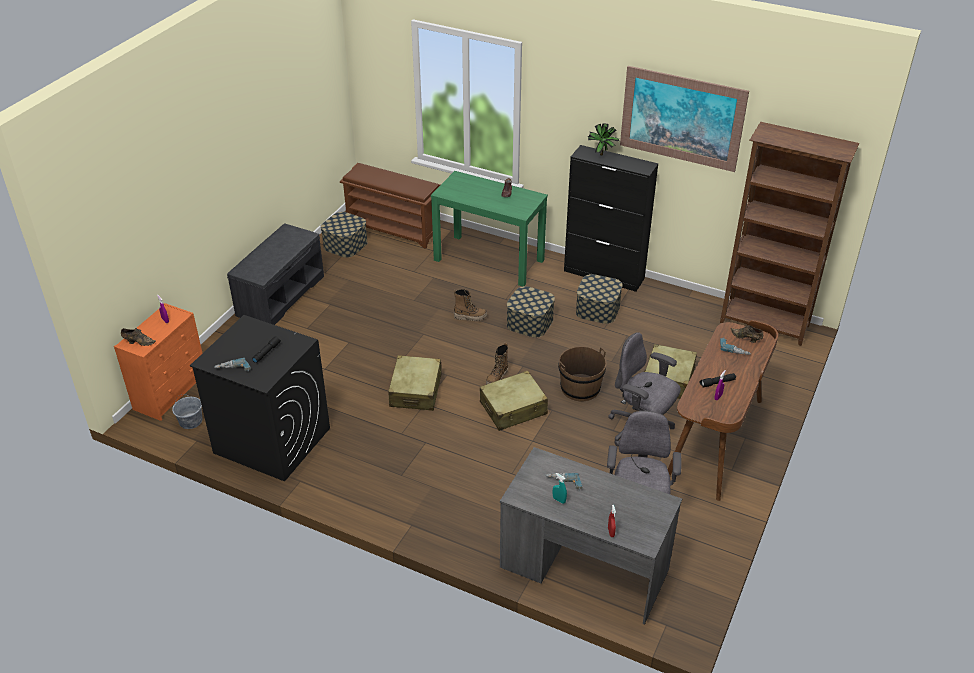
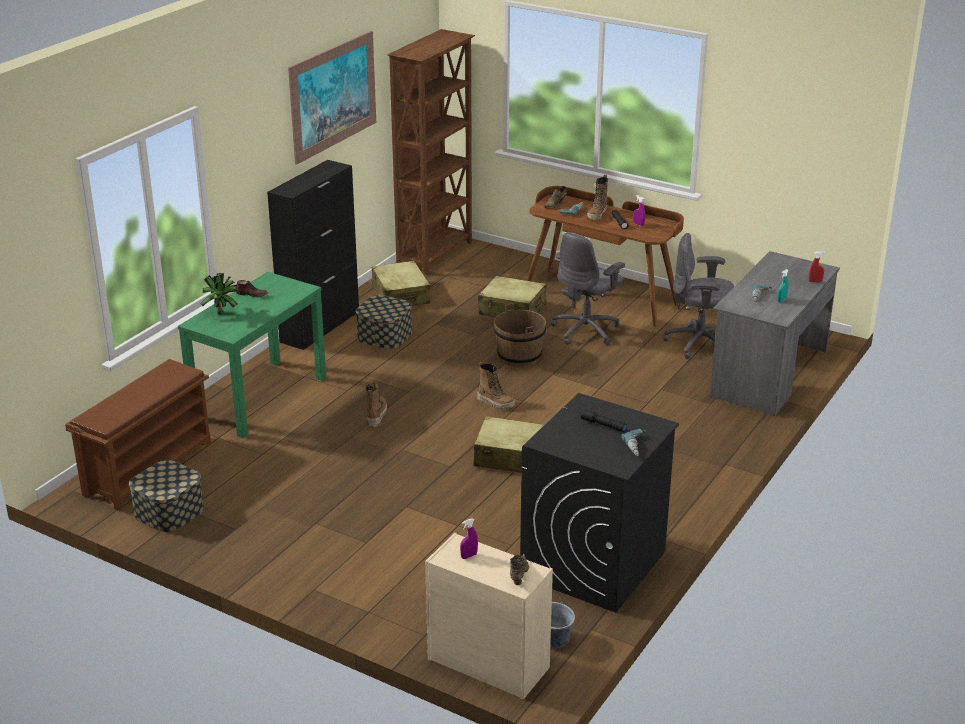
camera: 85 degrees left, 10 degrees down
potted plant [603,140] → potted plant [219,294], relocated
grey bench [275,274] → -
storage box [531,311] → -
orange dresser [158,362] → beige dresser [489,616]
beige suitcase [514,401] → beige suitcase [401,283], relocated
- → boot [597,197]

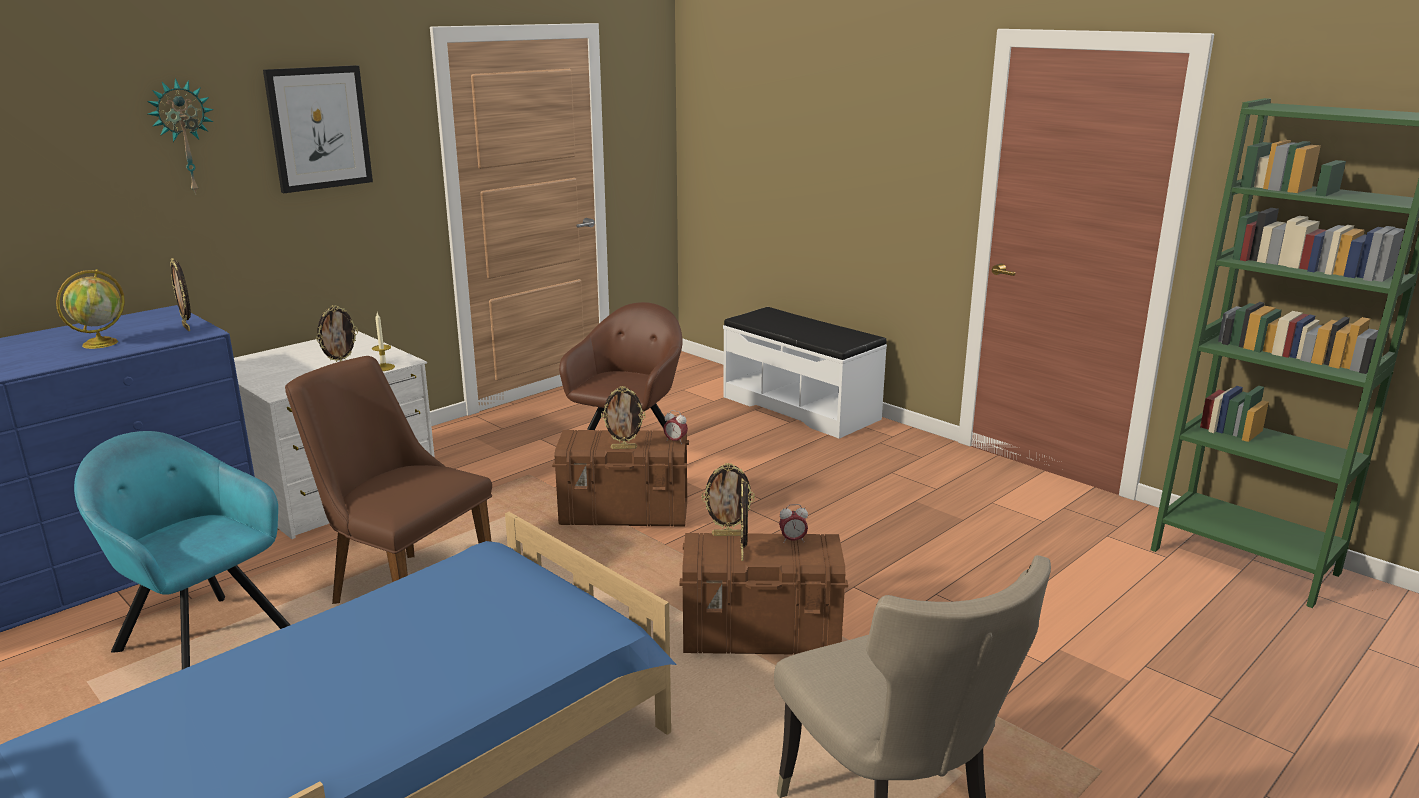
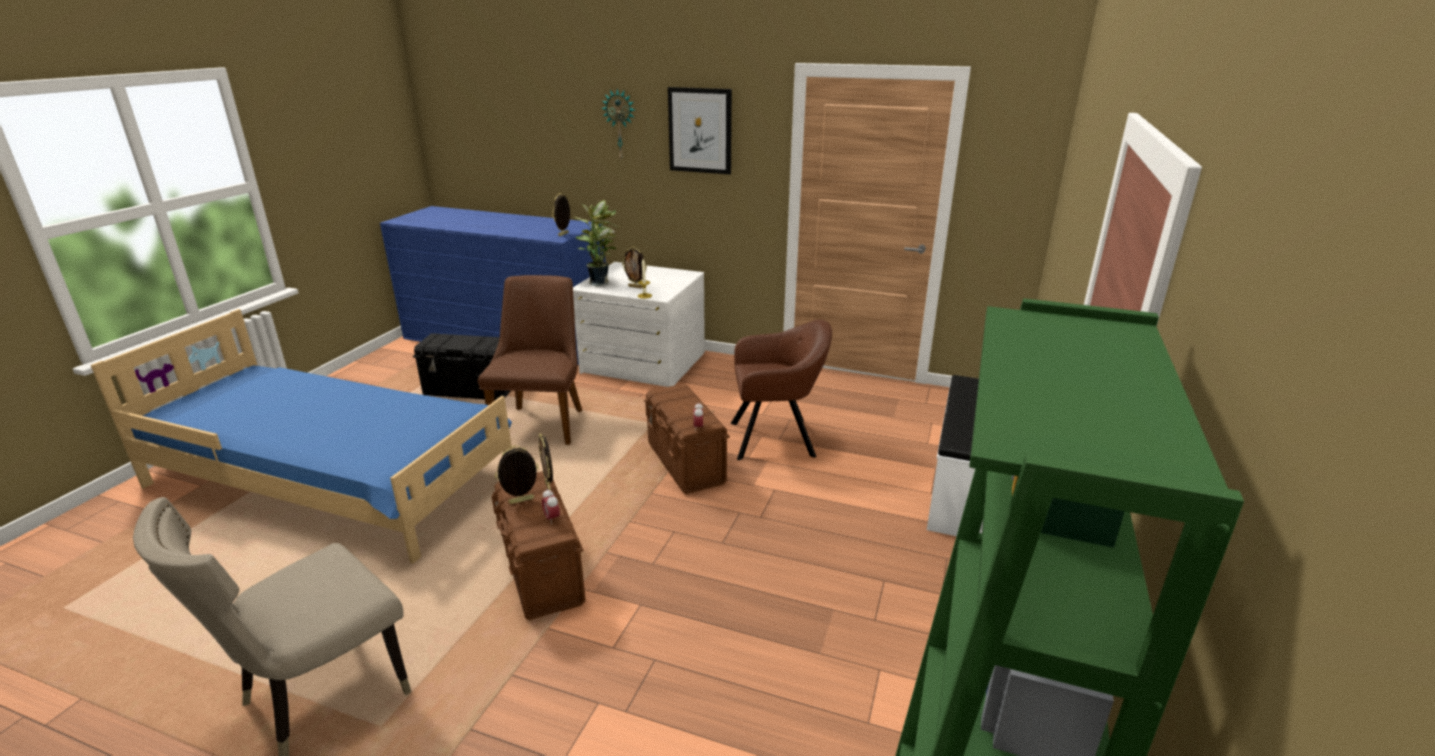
camera: 65 degrees right, 5 degrees up
globe [90,309] → -
picture frame [623,417] → -
turquoise armchair [182,550] → black storage box [462,366]
- → potted plant [597,243]

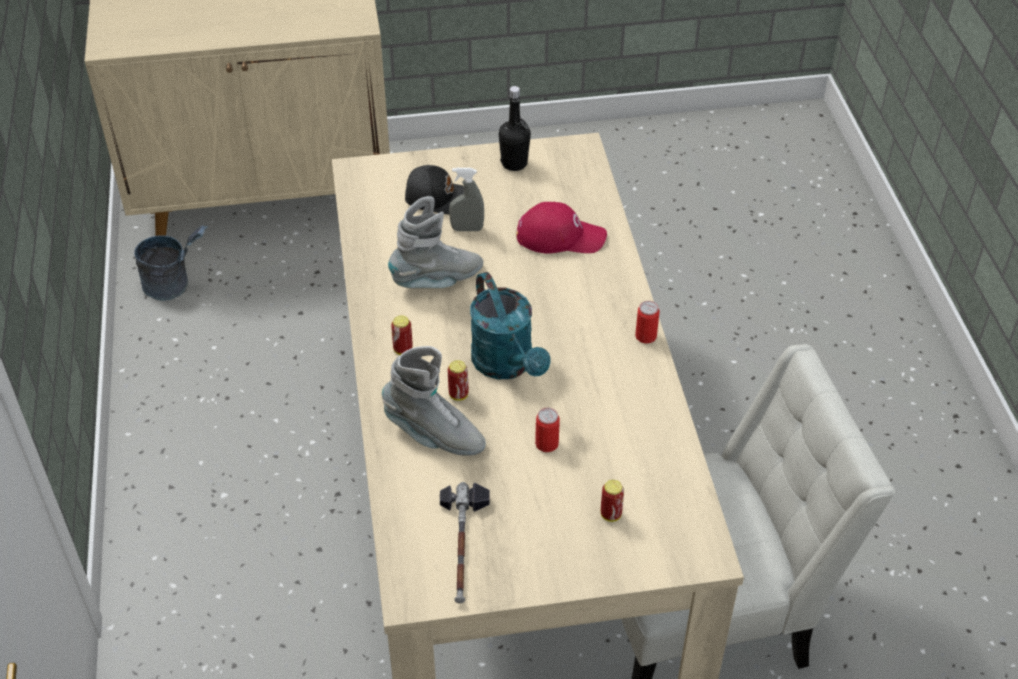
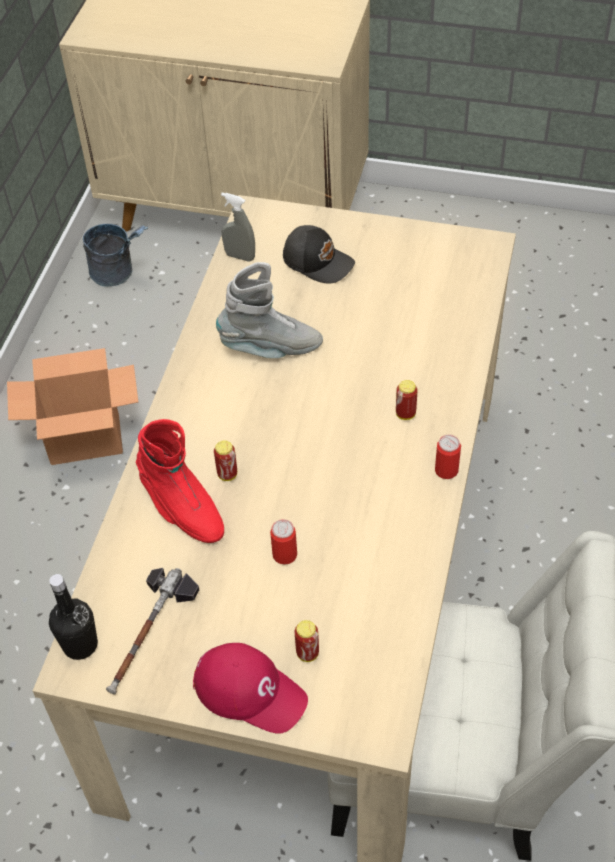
camera: 25 degrees right, 5 degrees up
black bottle [514,128] → black bottle [73,617], relocated
grey spray bottle [466,199] → grey spray bottle [238,227], relocated
red cap [561,227] → red cap [250,688], relocated
turquoise watering can [510,325] → -
can [402,335] → can [407,400], relocated
grey boot [434,401] → red boot [180,481]
- → cardboard box [72,406]

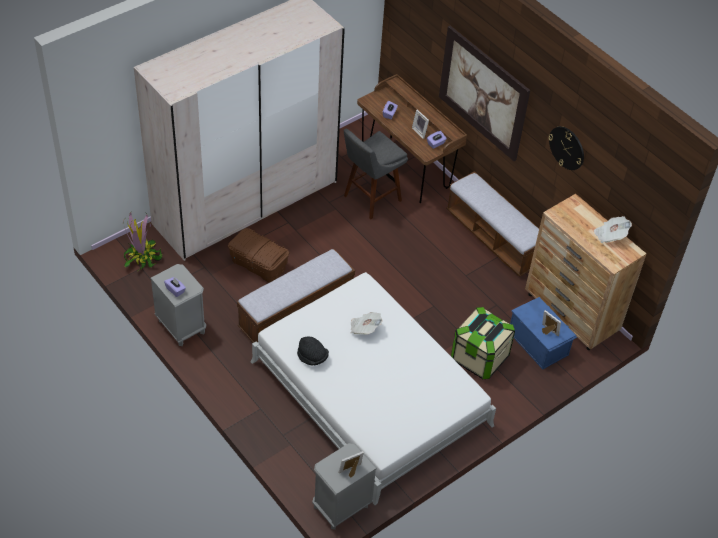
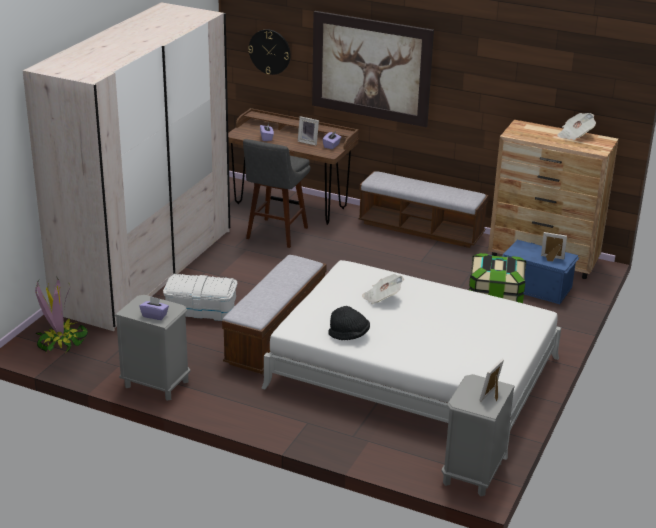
camera: 25 degrees left, 20 degrees down
wall clock [566,148] → wall clock [269,52], relocated
brown storage box [258,255] → white storage box [200,297]

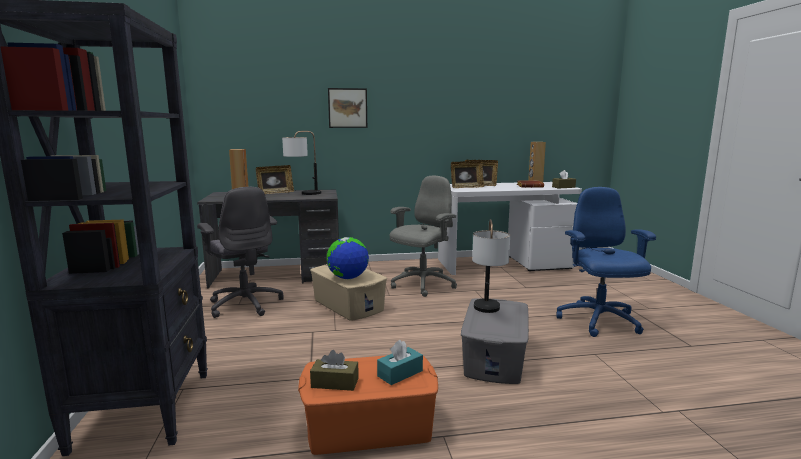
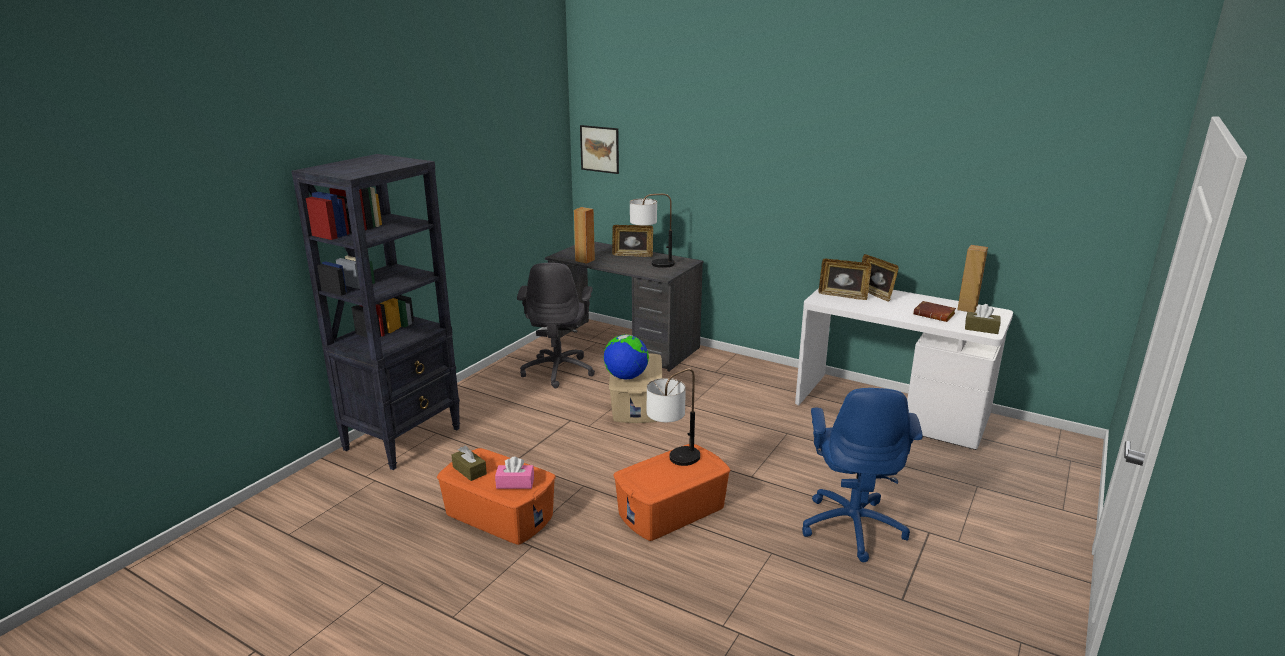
camera: 40 degrees right, 10 degrees up
picture [347,108] → picture [599,149], relocated
grey office chair [423,236] → -
blue office chair [606,262] → blue office chair [862,475], 150 degrees clockwise
grey storage box [495,341] → orange storage box [672,492]
turquoise tissue box [400,362] → pink tissue box [514,473]

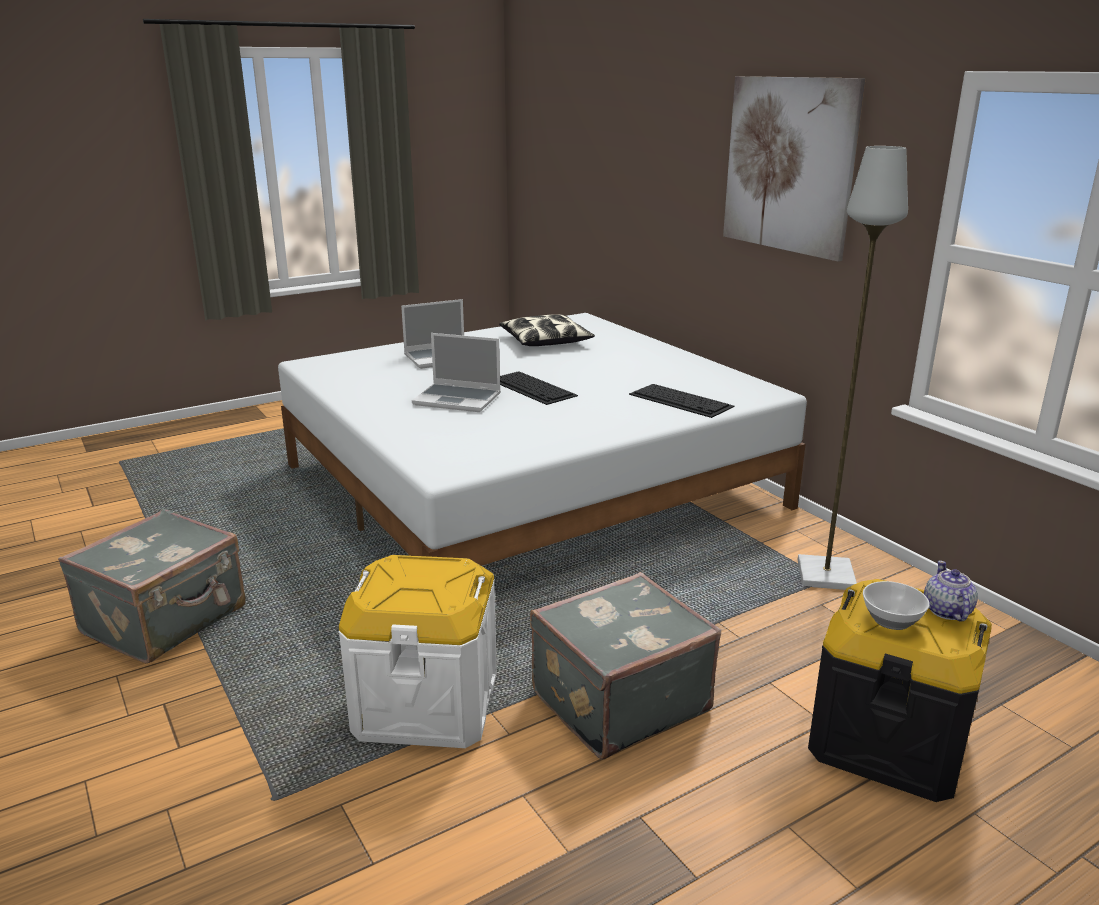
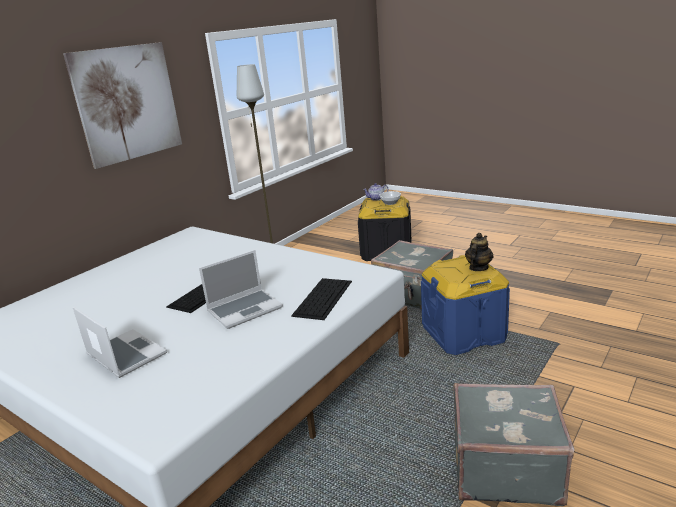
camera: 110 degrees left, 0 degrees up
pillow [547,330] → -
laptop [456,372] → laptop [241,289], 60 degrees clockwise
keyboard [681,401] → keyboard [321,299], relocated
white storage box [417,651] → blue storage box [465,305]
- → teapot [479,252]

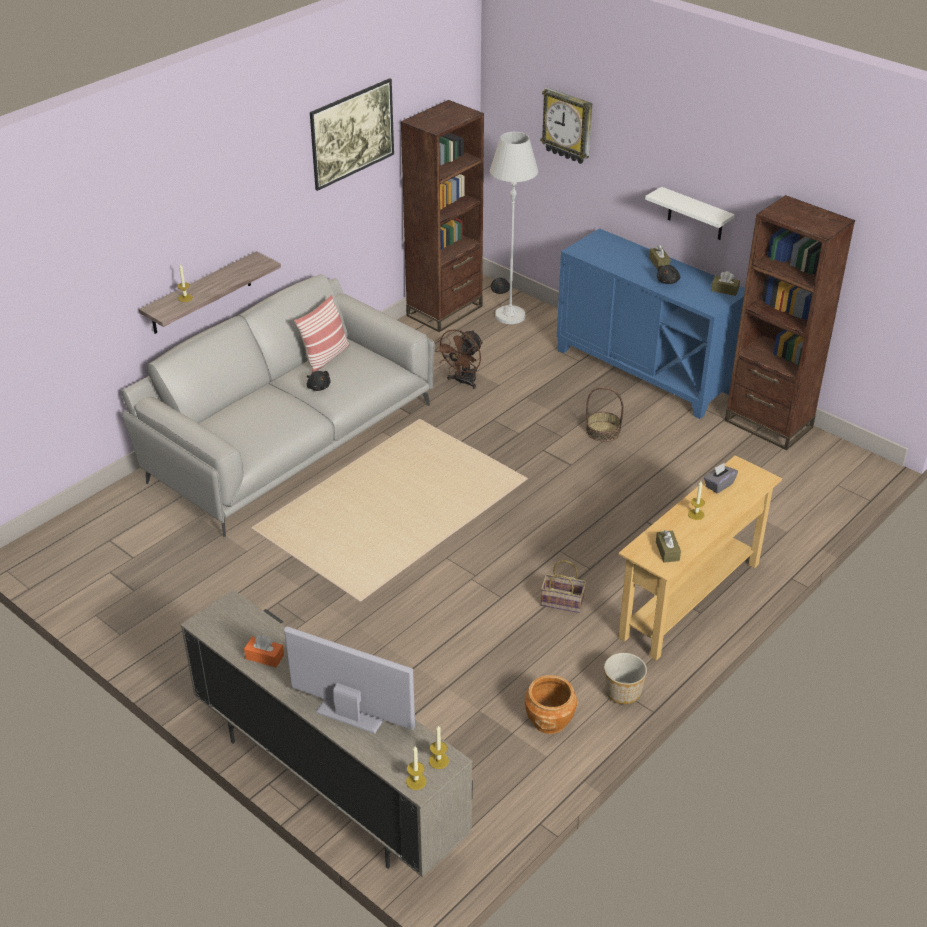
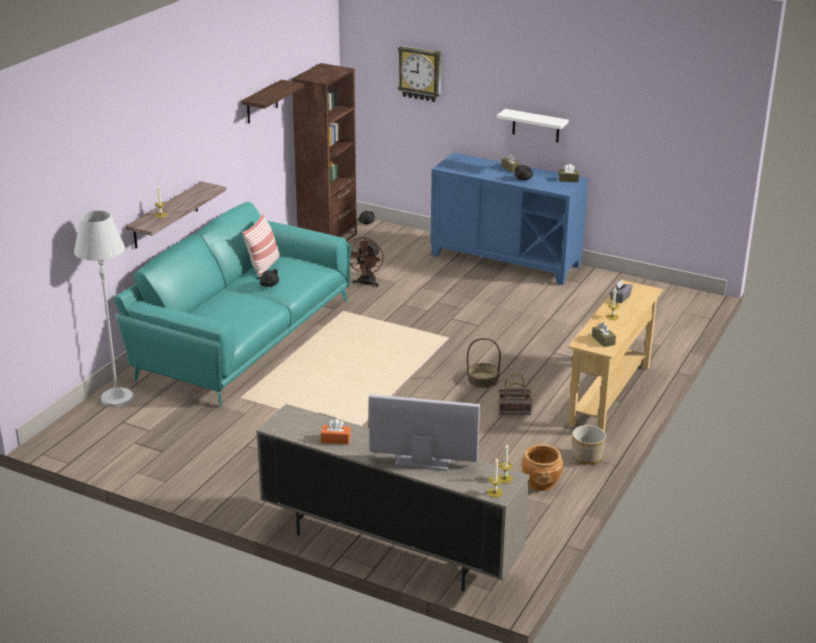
camera: 15 degrees left, 10 degrees down
picture [352,134] → shelf [272,101]
white floor lamp [514,228] → white floor lamp [104,308], relocated
brown bookcase [790,322] → -
grey sofa [278,405] → turquoise sofa [232,304]
basket [605,414] → basket [484,363], relocated

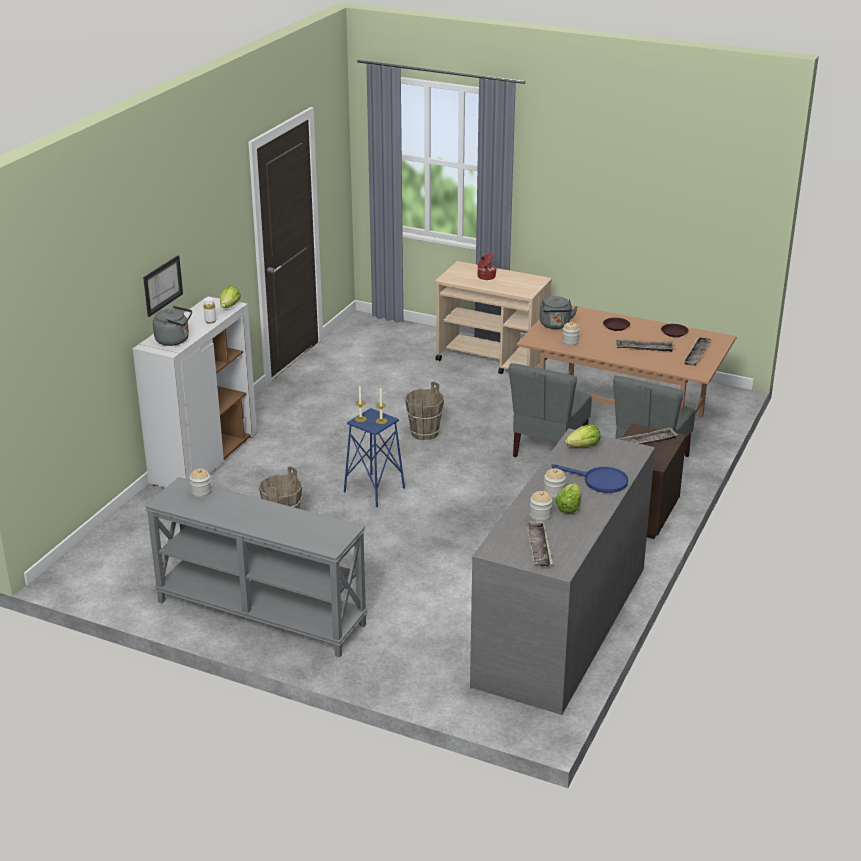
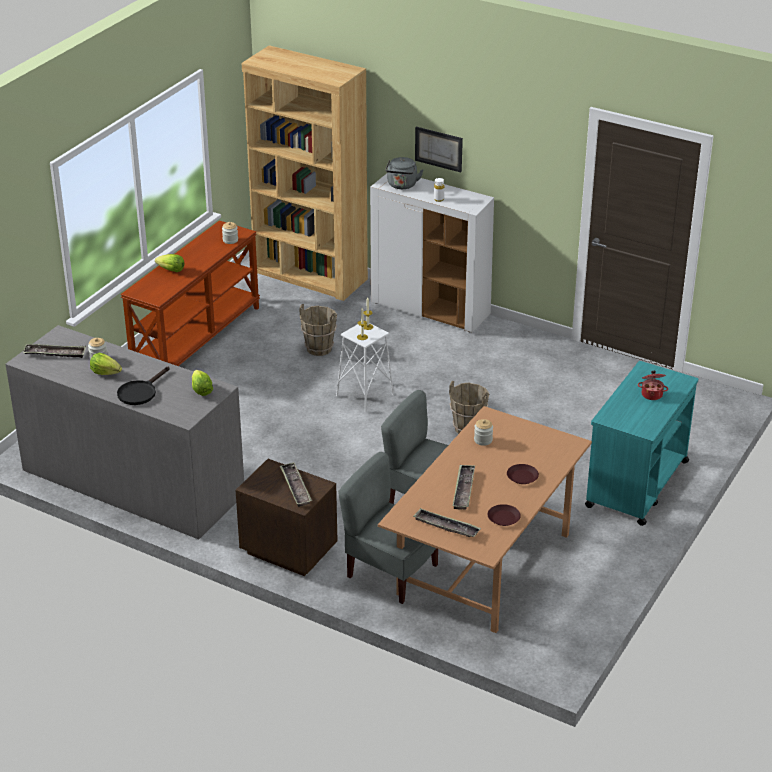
camera: 95 degrees right, 5 degrees up
beige cart [493,317] → turquoise cart [641,443]
lettuce [230,296] → lettuce [170,263], relocated
grey kettle [559,312] → -
blue stool [374,457] → white stool [365,367]
blue frying pan [590,478] → black frying pan [143,385]
jar [555,483] → -
grey console table [256,567] → brown console table [190,293]
- → brown bookcase [305,173]

